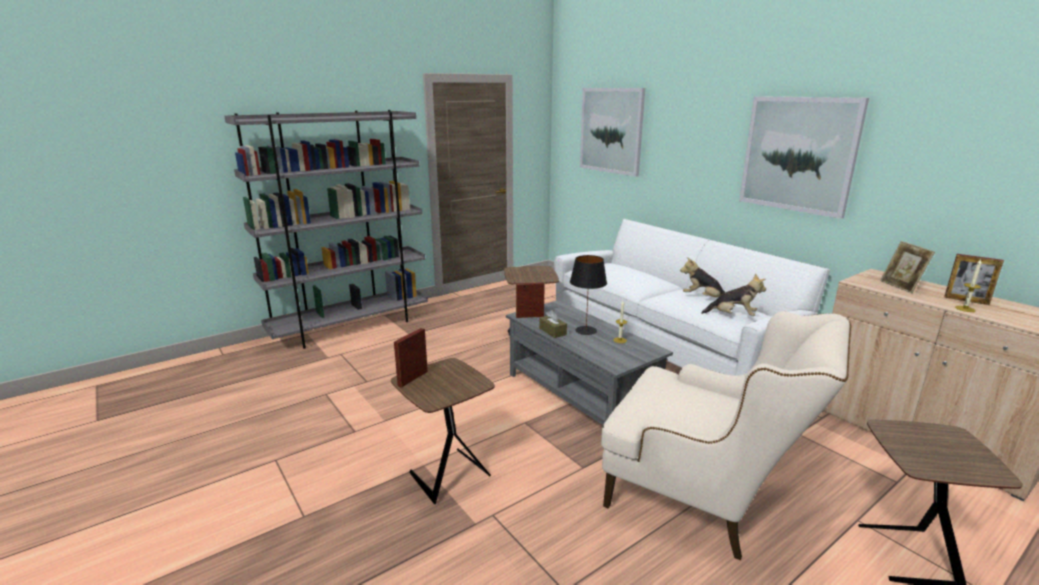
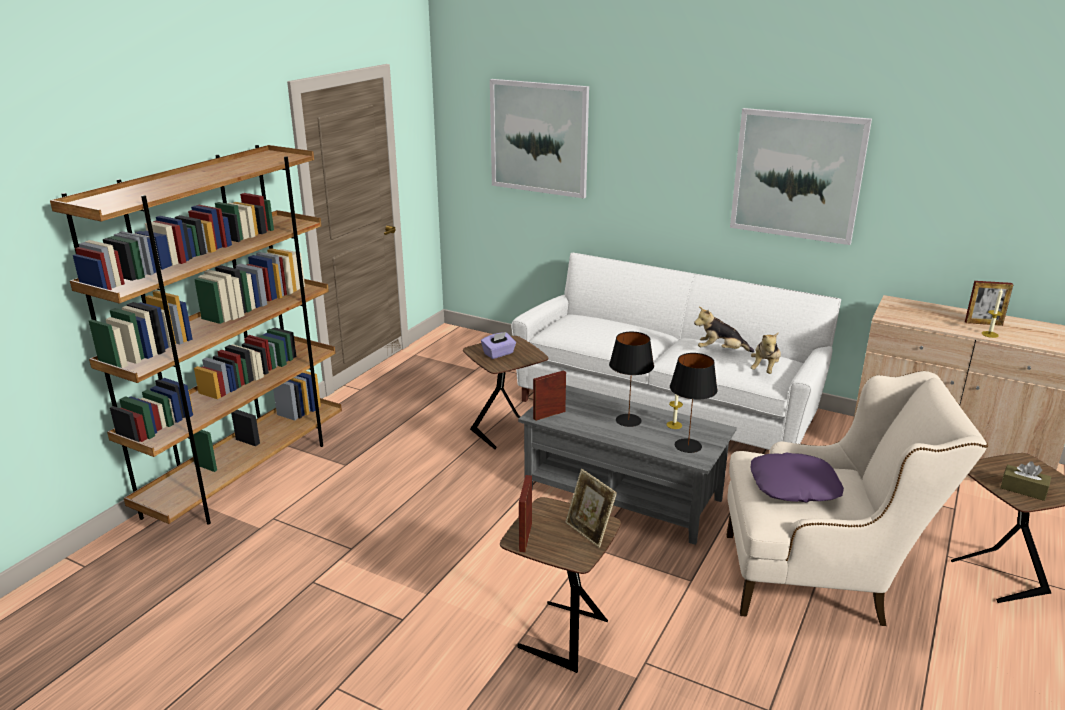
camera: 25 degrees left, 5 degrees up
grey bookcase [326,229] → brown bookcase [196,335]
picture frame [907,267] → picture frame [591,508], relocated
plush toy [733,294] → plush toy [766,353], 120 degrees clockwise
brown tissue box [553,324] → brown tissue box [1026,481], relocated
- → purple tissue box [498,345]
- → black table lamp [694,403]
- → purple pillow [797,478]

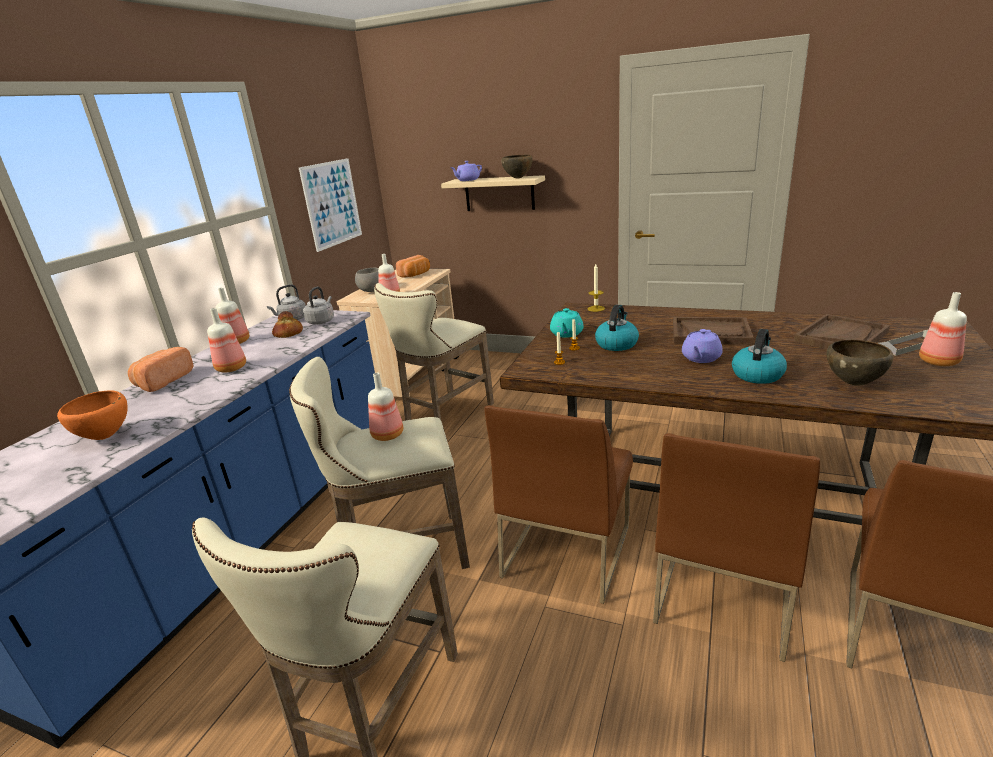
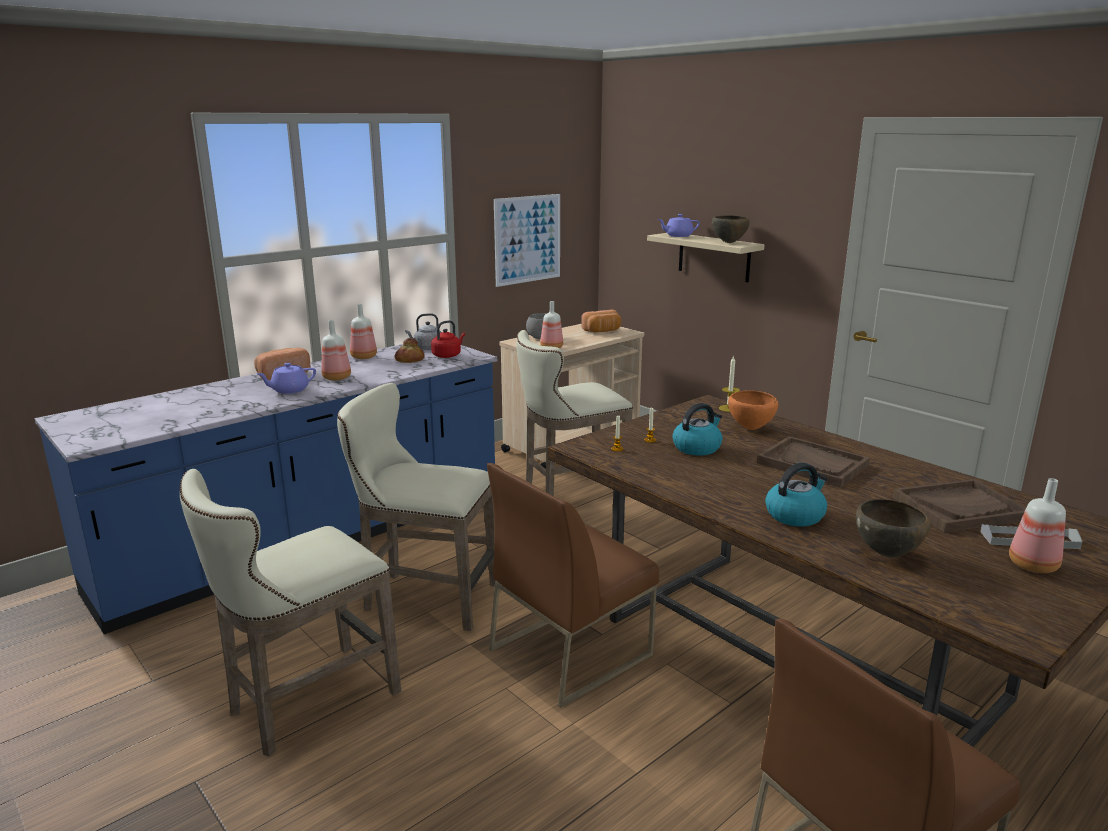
camera: 25 degrees right, 5 degrees down
grey kettle [318,305] → red kettle [448,339]
turquoise teapot [567,323] → -
purple teapot [702,346] → purple teapot [286,378], relocated
bottle [385,407] → -
orange bowl [92,415] → orange bowl [753,410], relocated
brown chair [736,547] → -

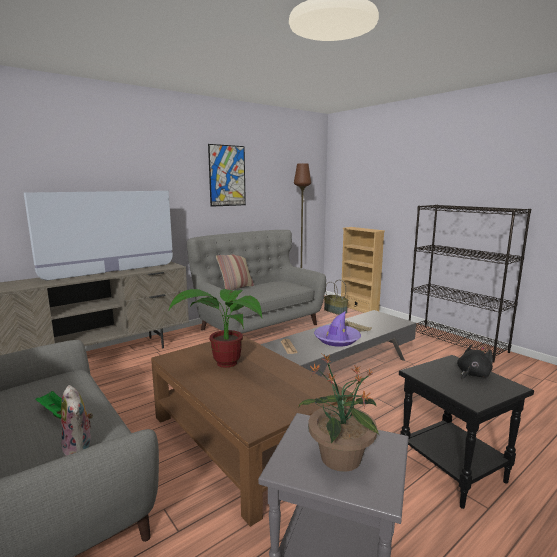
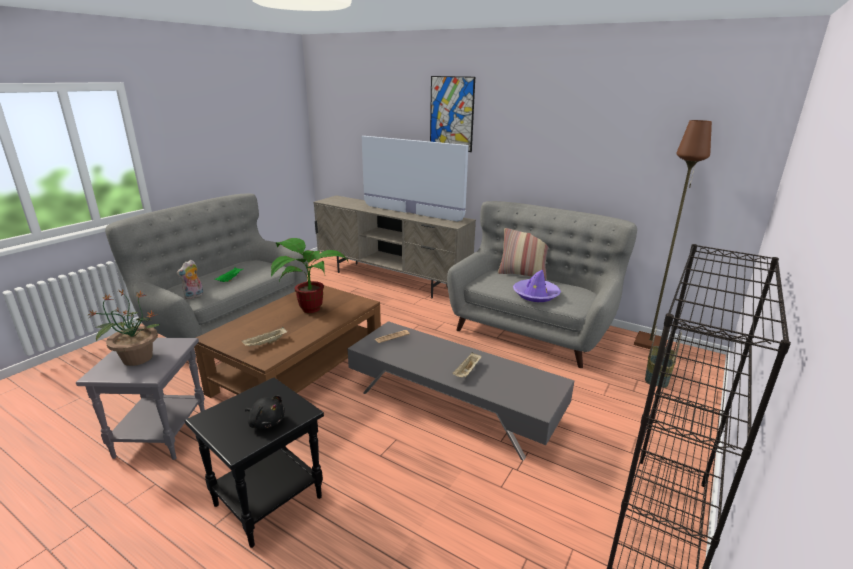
camera: 70 degrees right, 10 degrees up
picture [227,175] → picture [452,114], relocated
beige bookcase [363,270] → -
purple hat [337,329] → purple hat [537,286], relocated
- → beige tray [264,336]

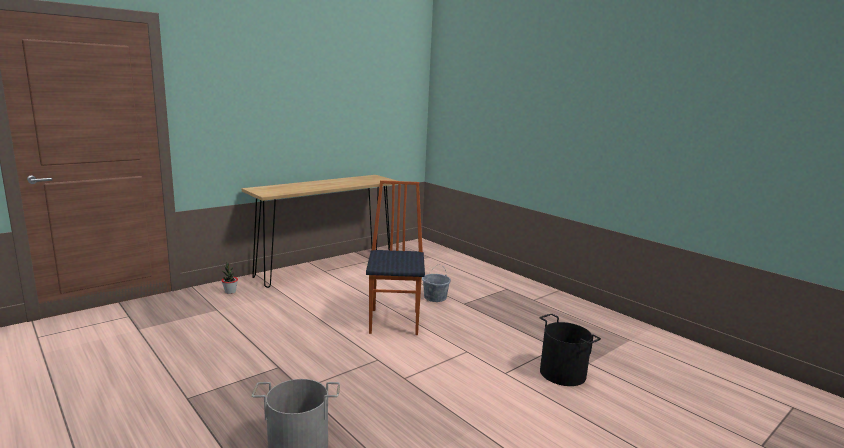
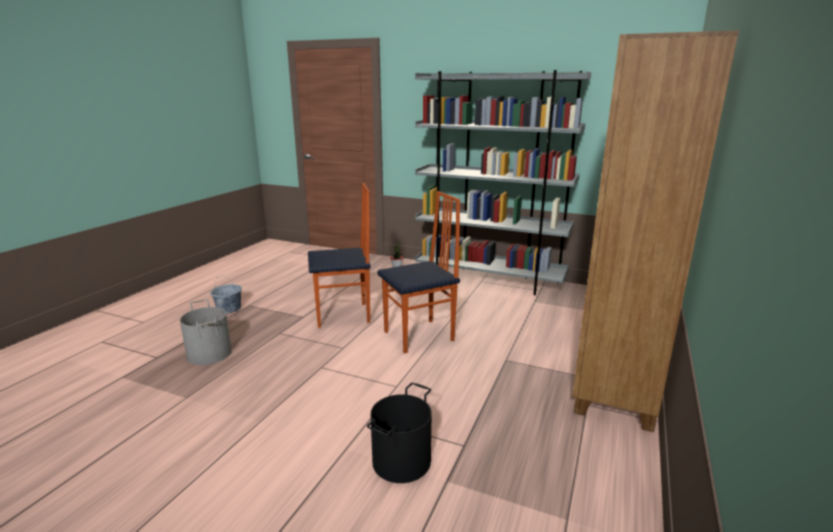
camera: 65 degrees right, 5 degrees up
brown console table [320,231] → grey bookcase [503,182]
grey bucket [436,283] → grey bucket [226,295], relocated
- → brown bookcase [656,231]
- → chair [339,255]

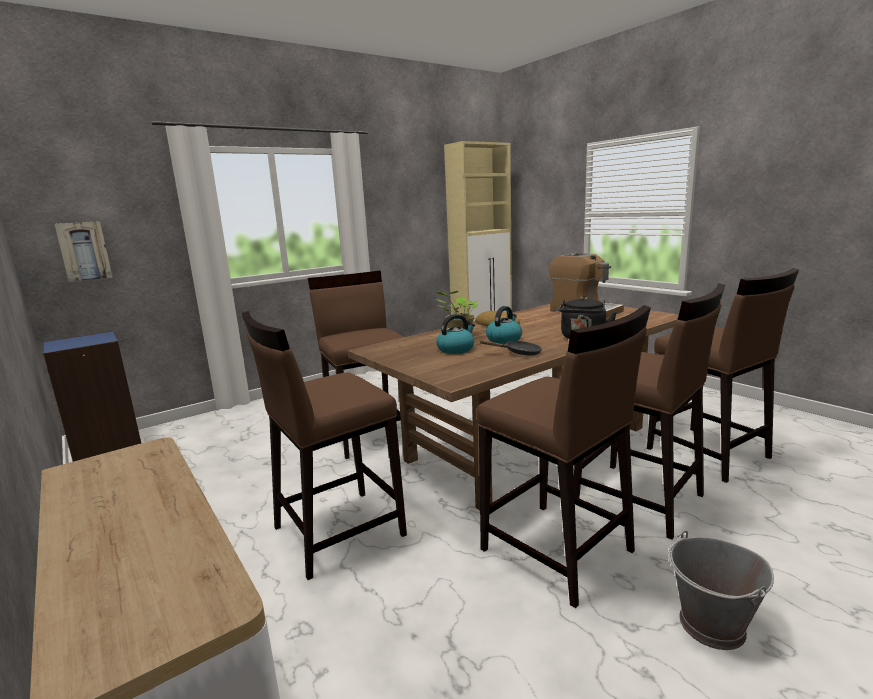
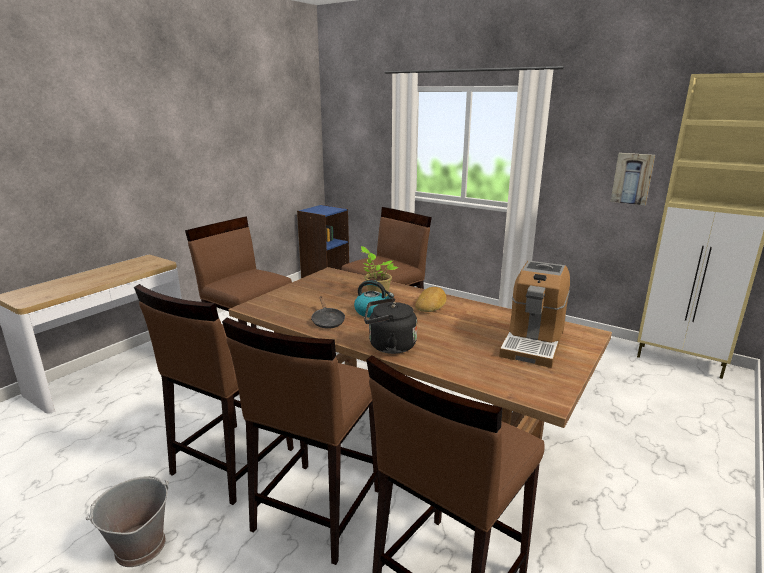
camera: 70 degrees right, 5 degrees up
picture [84,251] → picture [633,179], relocated
kettle [455,334] → -

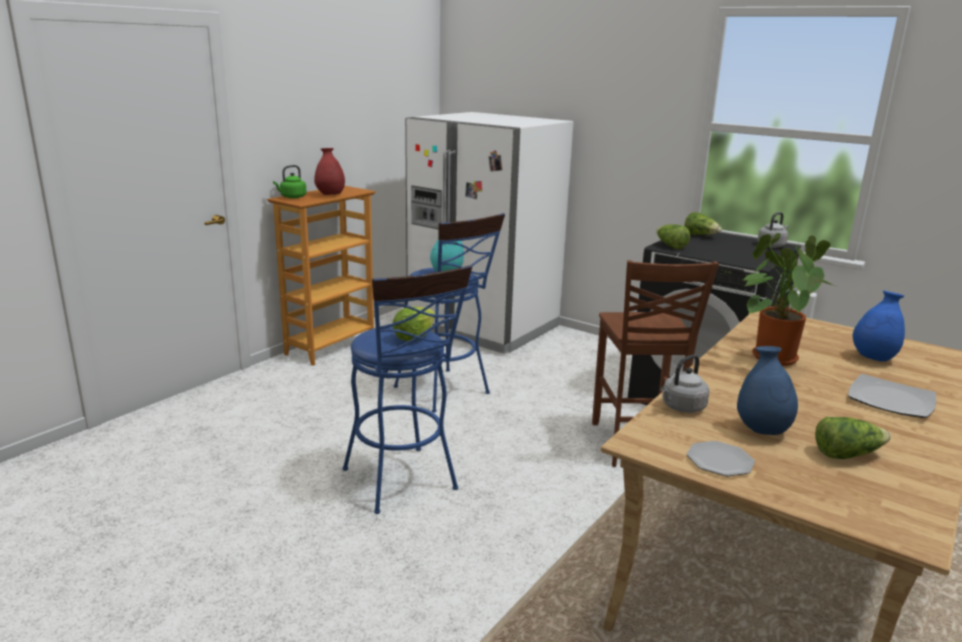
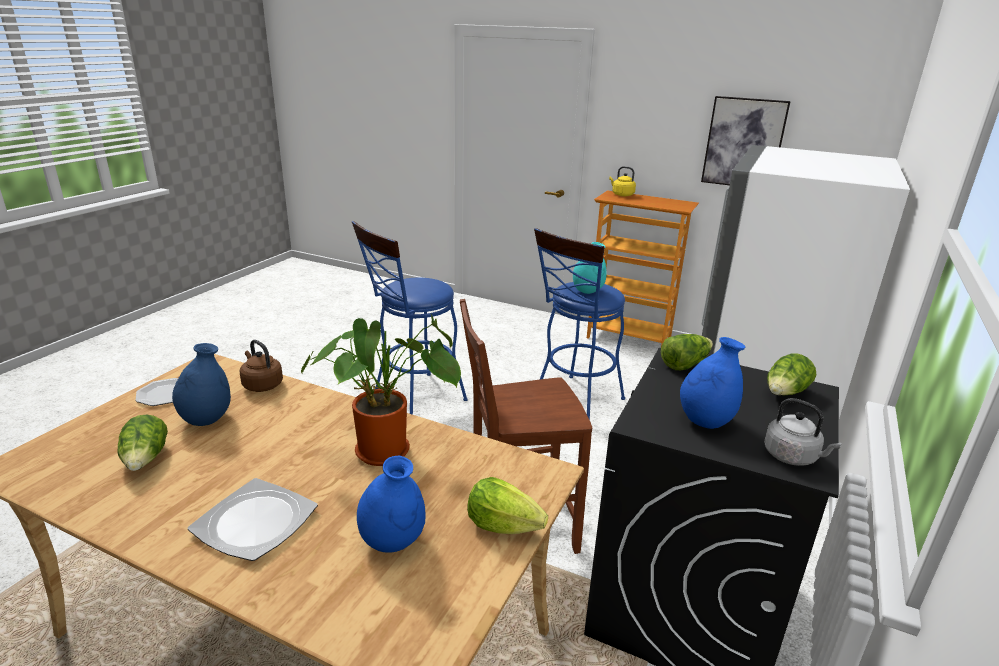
camera: 80 degrees right, 5 degrees up
red vase [329,171] → -
green kettle [290,182] → yellow kettle [622,181]
lettuce [414,324] → lettuce [507,505], relocated
grey kettle [685,384] → brown kettle [261,366]
- → picture [746,140]
- → blue vase [712,383]

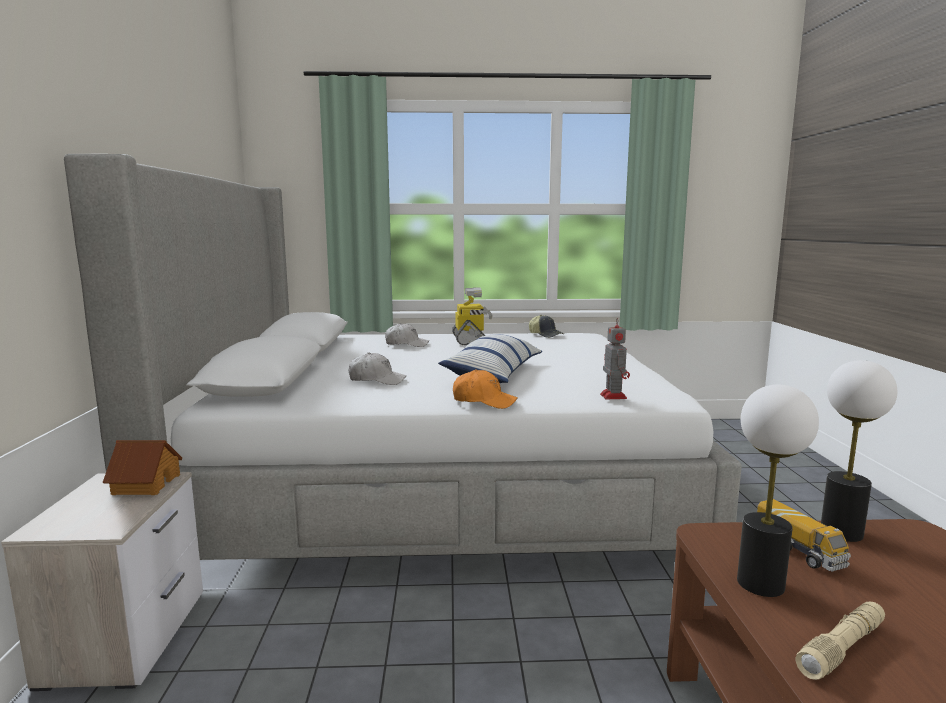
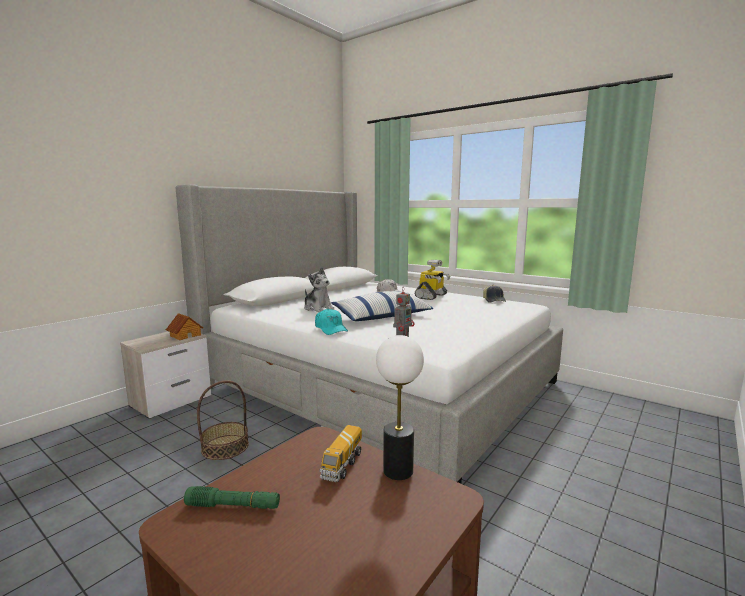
camera: 40 degrees right, 0 degrees up
white cap [378,368] → plush toy [319,289]
orange cap [485,389] → turquoise cap [331,322]
table lamp [778,491] → -
beige flashlight [840,640] → green flashlight [232,497]
- → basket [223,420]

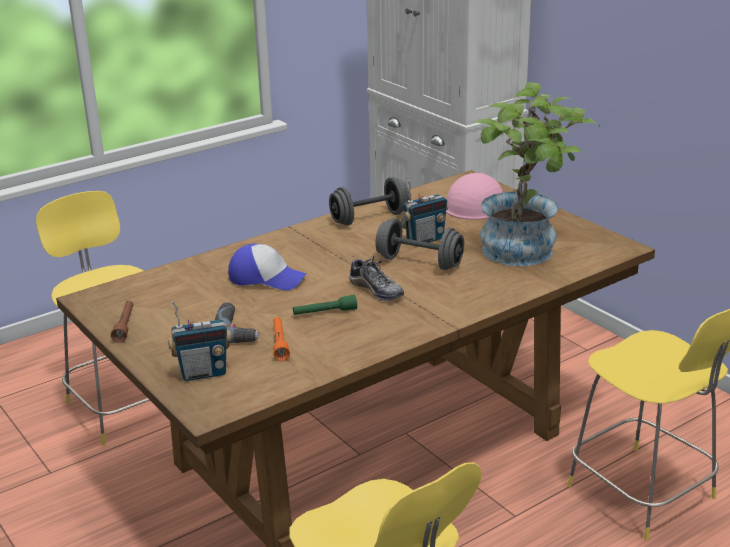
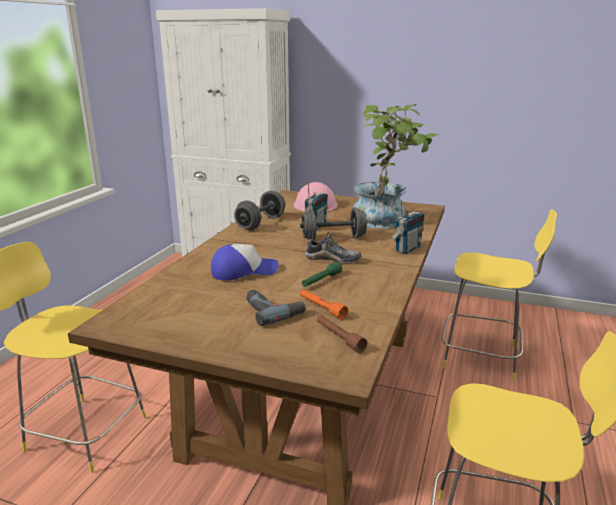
camera: 35 degrees left, 5 degrees down
brown flashlight [122,322] → brown flashlight [342,334], relocated
radio [200,341] → radio [407,226], relocated

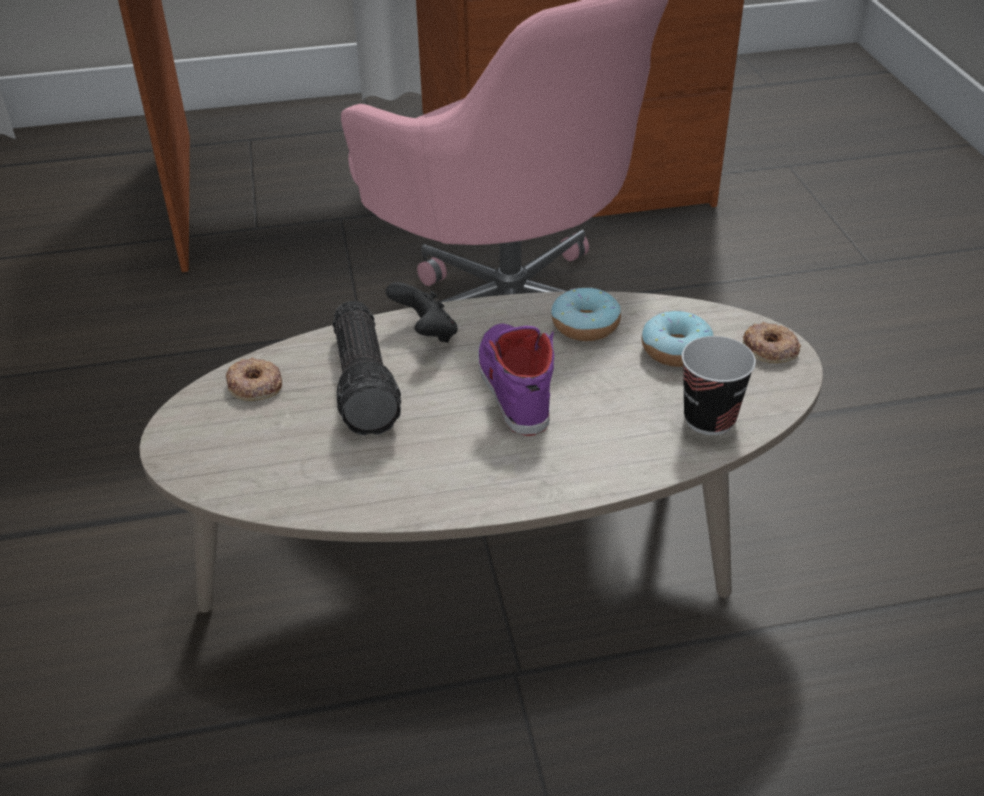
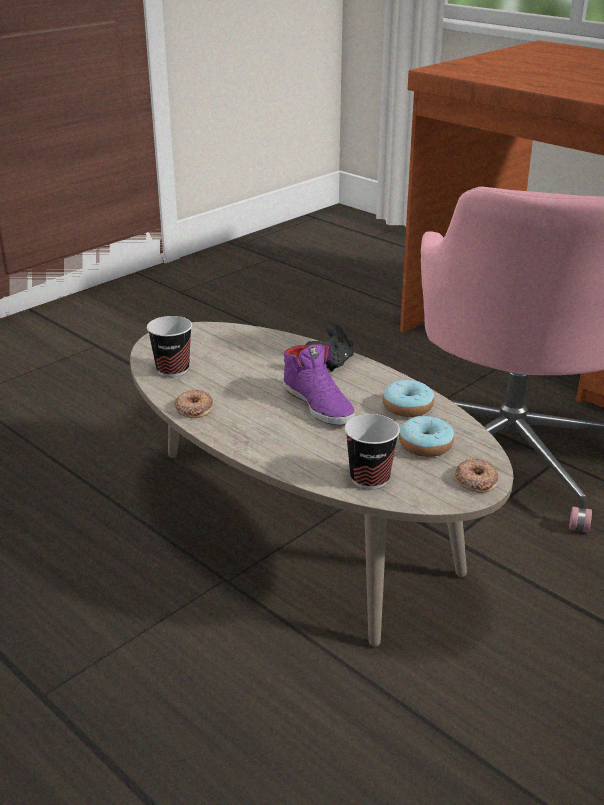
camera: 55 degrees right, 10 degrees down
flashlight [367,368] → -
purple shoe [516,379] → purple shoe [319,384], 105 degrees clockwise
donut [254,379] → donut [194,403], relocated
- → cup [169,346]

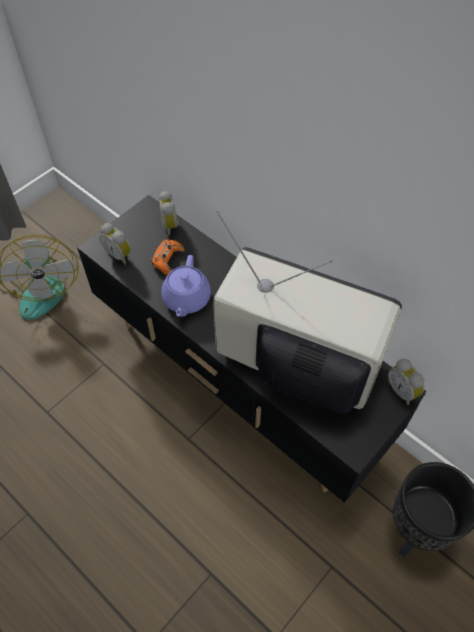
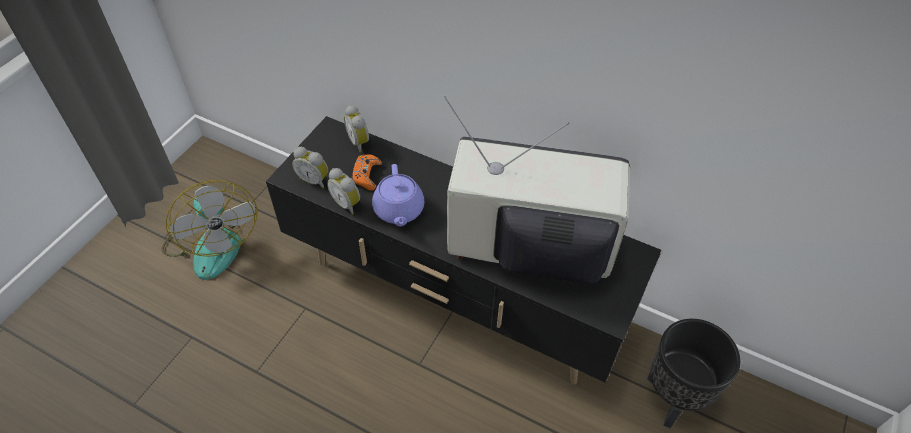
camera: 15 degrees left, 5 degrees down
alarm clock [406,382] → alarm clock [343,191], relocated

